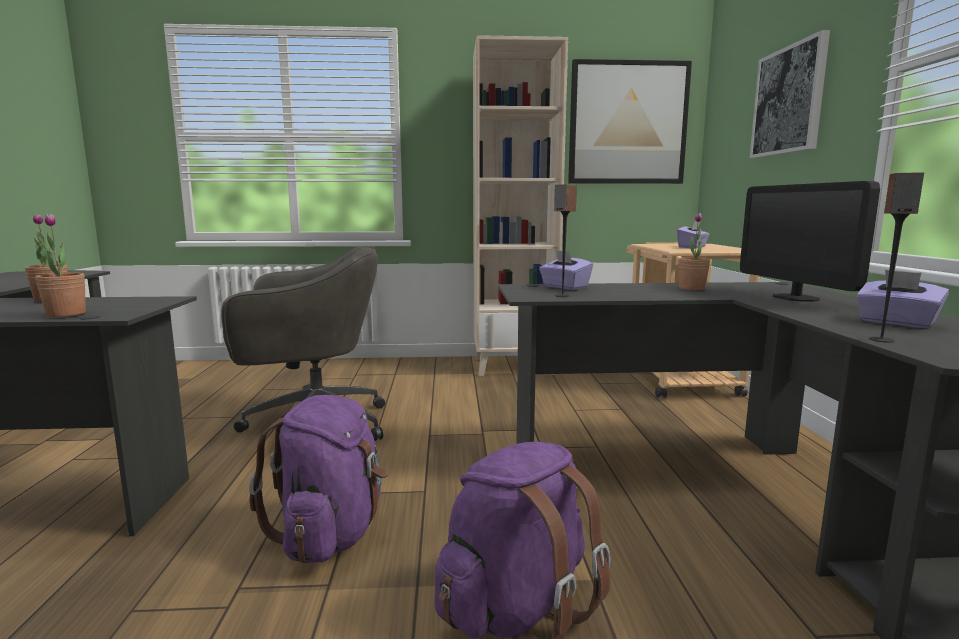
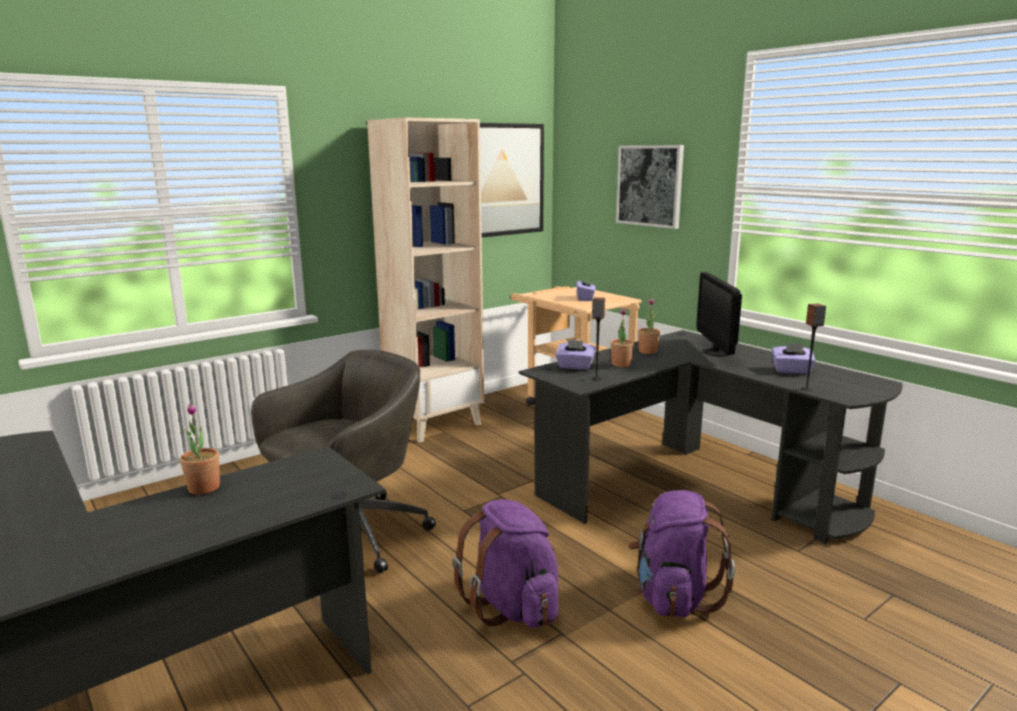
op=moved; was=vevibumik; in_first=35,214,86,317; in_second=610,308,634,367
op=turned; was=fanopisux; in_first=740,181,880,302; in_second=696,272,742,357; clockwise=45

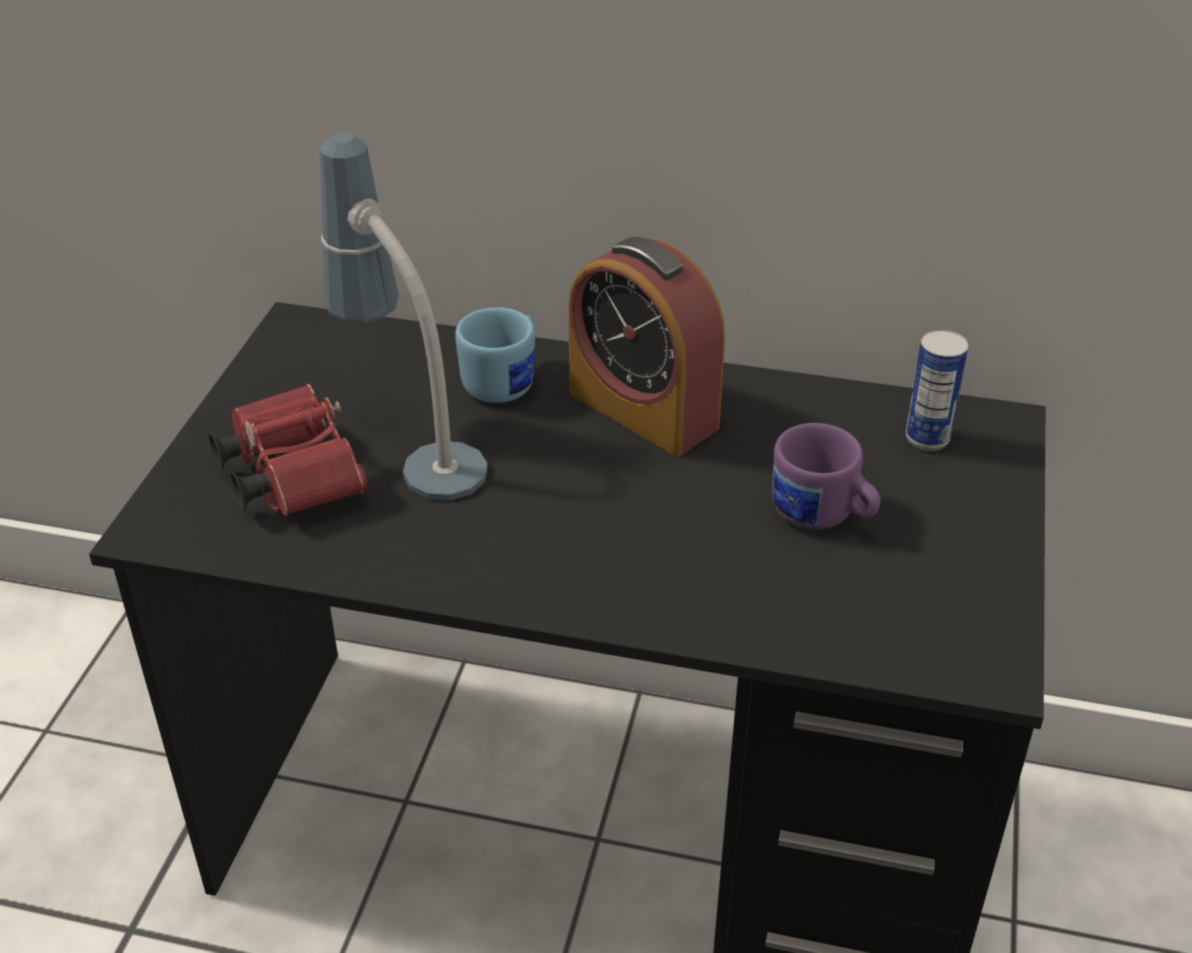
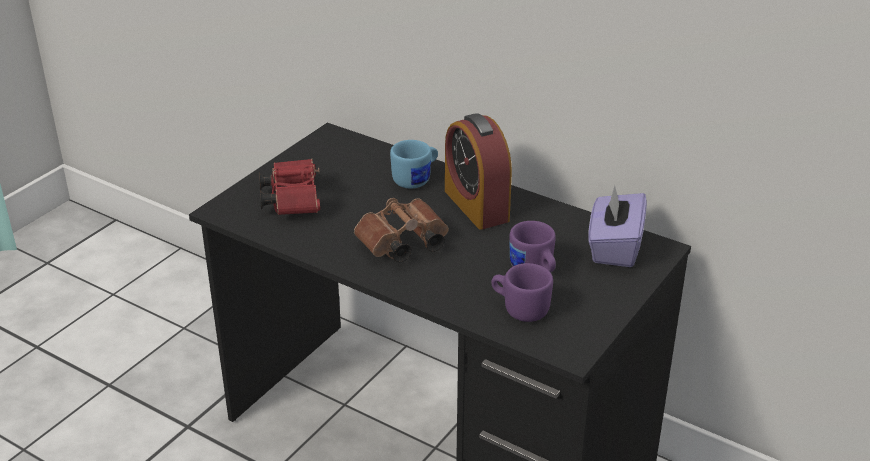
op=added; now=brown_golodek; in_second=354,198,449,262
op=added; now=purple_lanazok; in_second=491,263,553,322
op=replaced; was=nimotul; now=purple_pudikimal; in_first=905,330,968,451; in_second=588,185,647,267
op=removed; was=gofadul; in_first=320,133,488,500

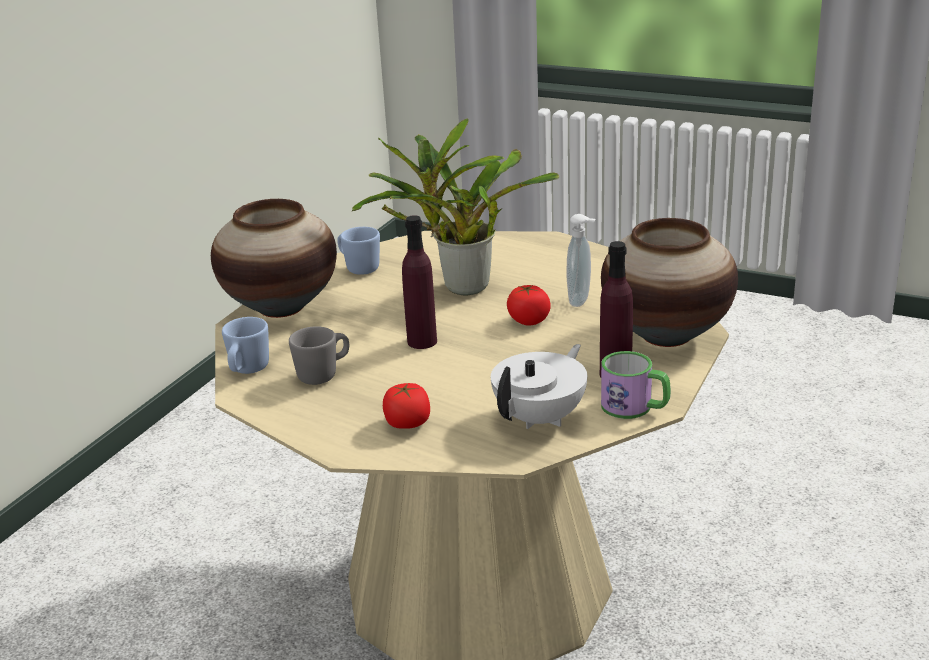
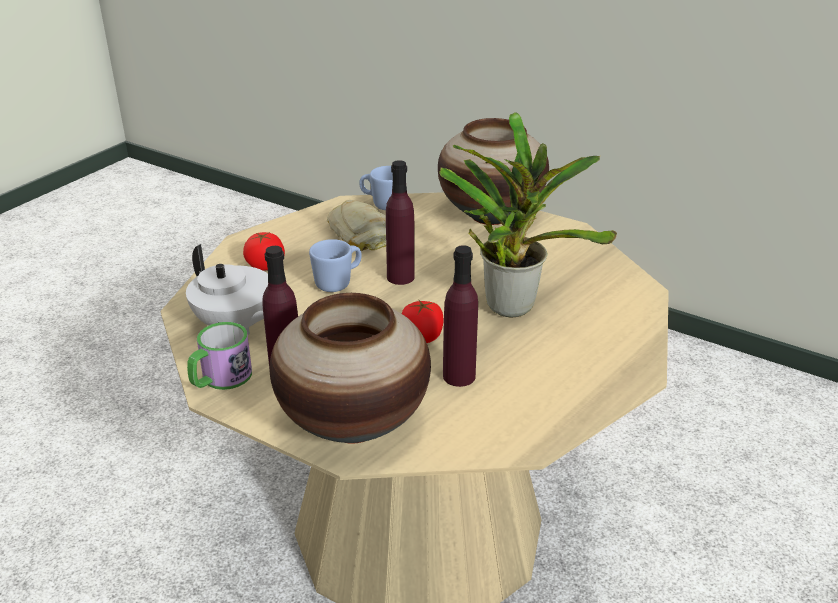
op=moved; was=blue_lanazok; in_first=337,227,380,275; in_second=309,239,362,292
op=replaced; was=grey_lanazok; now=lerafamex; in_first=289,326,349,385; in_second=327,200,386,251
op=replaced; was=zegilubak; now=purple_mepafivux; in_first=567,214,596,307; in_second=443,245,478,387

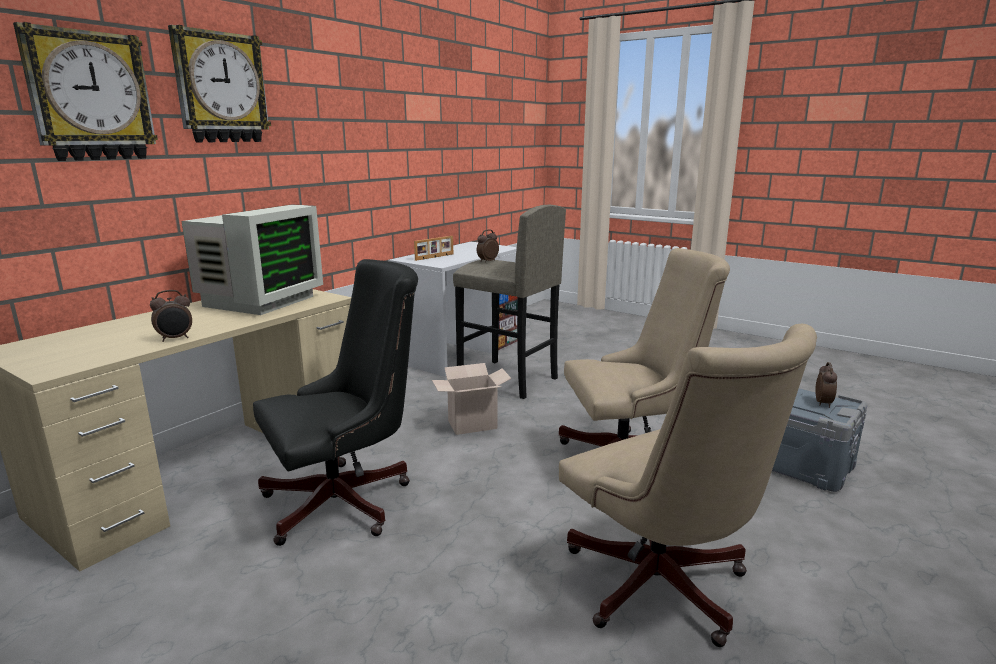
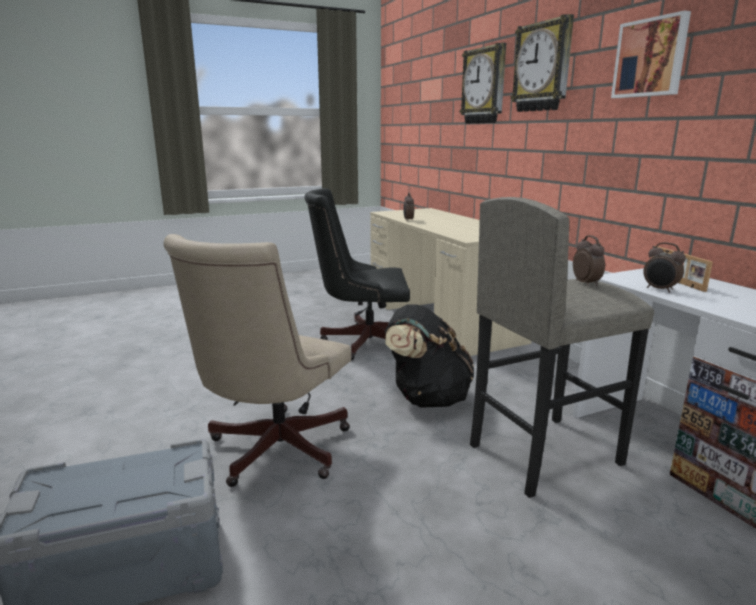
op=turned; was=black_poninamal; in_first=253,259,418,546; in_second=304,188,410,360; clockwise=90
op=replaced; was=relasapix; now=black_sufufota; in_first=432,363,512,435; in_second=385,304,474,408
op=added; now=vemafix; in_second=611,10,691,98
op=moved; was=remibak; in_first=815,362,837,408; in_second=643,242,686,293
op=removed; was=fanopisux; in_first=181,205,323,315
op=removed; was=beige_poninamal; in_first=559,324,817,647

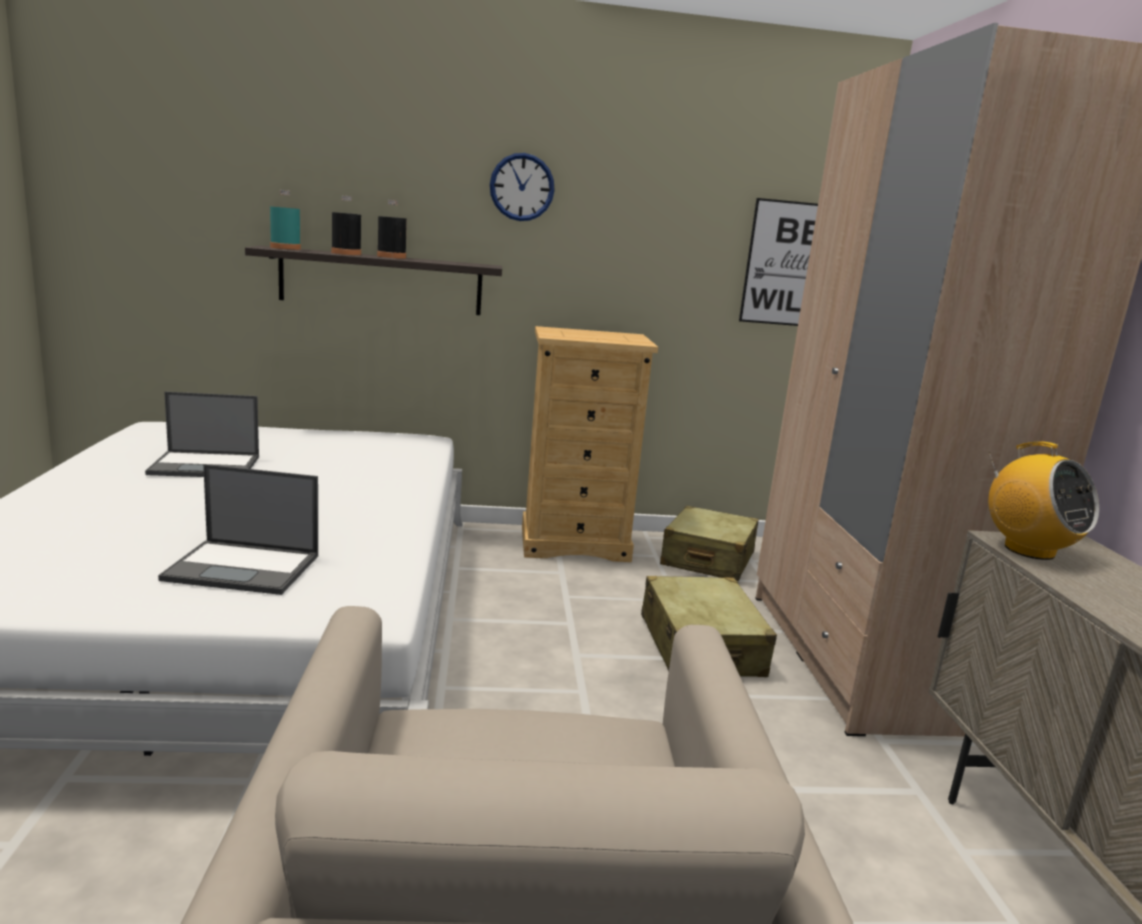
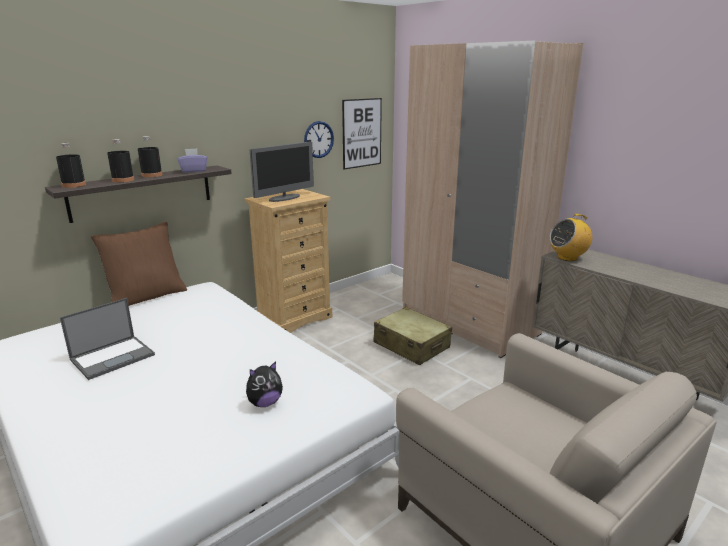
op=recoloured; was=turquoise_mepafivux; now=black_mepafivux; in_first=270,190,301,250; in_second=56,143,86,188
op=added; now=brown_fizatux; in_second=91,222,187,306
op=added; now=purple_pudikimal; in_second=177,148,207,173
op=replaced; was=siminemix; now=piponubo; in_first=158,464,318,595; in_second=246,361,283,407
op=added; now=fanopisux; in_second=250,142,314,202
op=moved; was=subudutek; in_first=490,153,555,221; in_second=304,121,334,158
op=turned; was=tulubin; in_first=988,441,1099,560; in_second=550,214,592,261; clockwise=135
op=removed; was=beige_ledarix; in_first=660,506,759,581

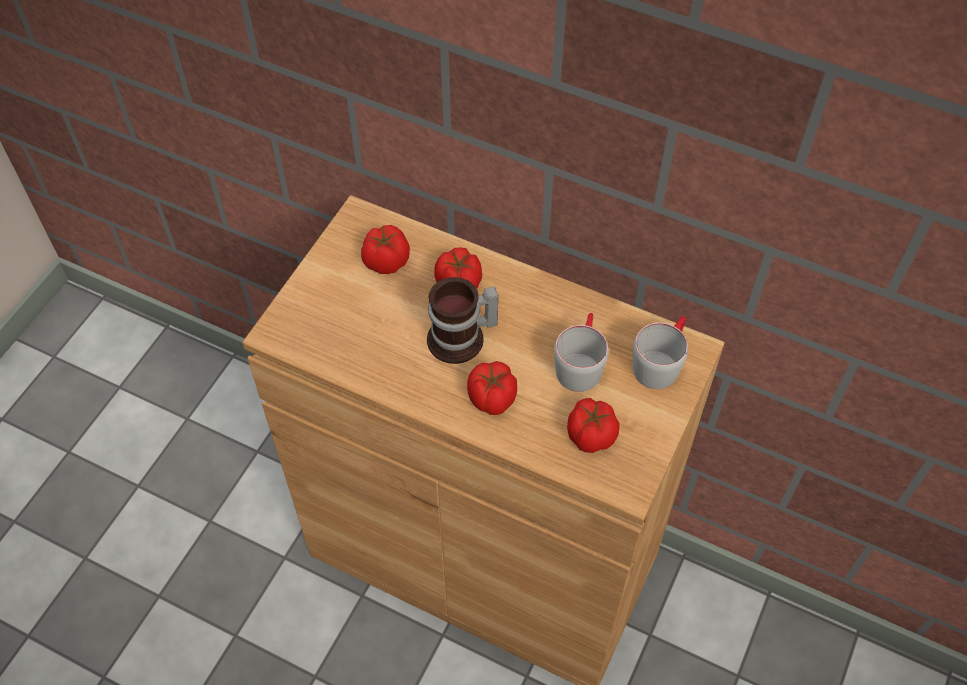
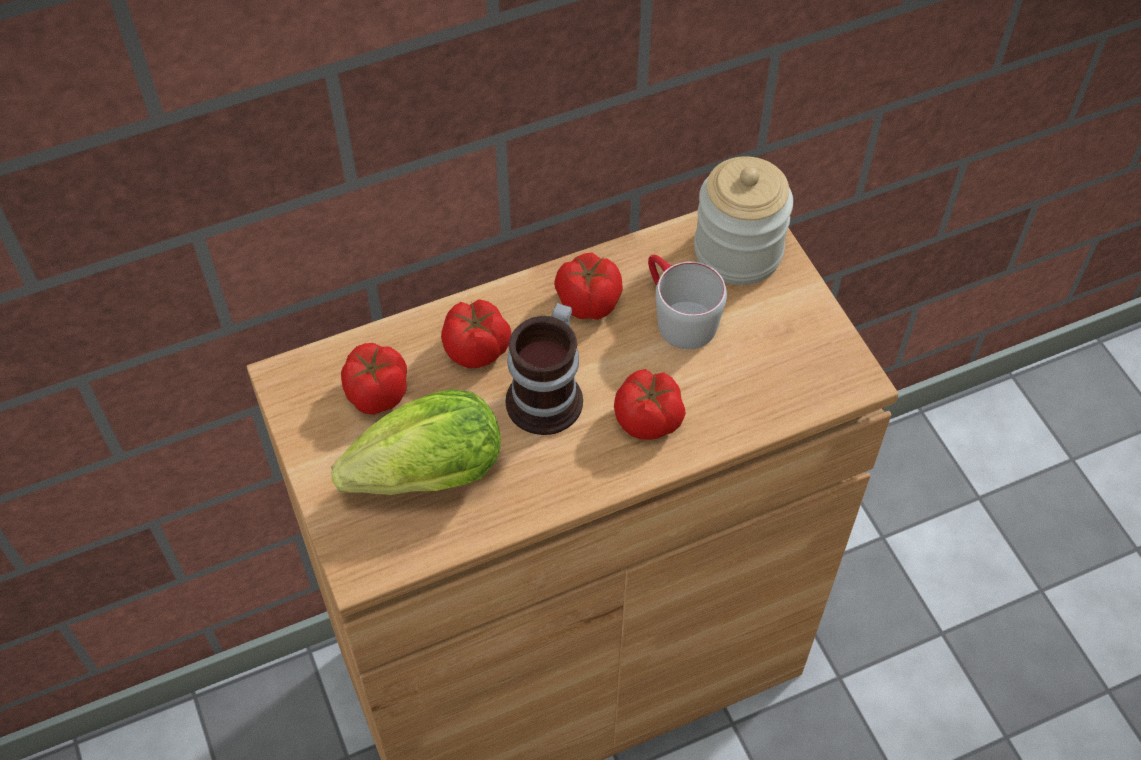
op=added; now=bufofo; in_second=331,389,501,495
op=moved; was=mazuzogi; in_first=567,398,619,453; in_second=554,252,623,320
op=replaced; was=grey_lanazok; now=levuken; in_first=633,316,688,389; in_second=694,156,793,285

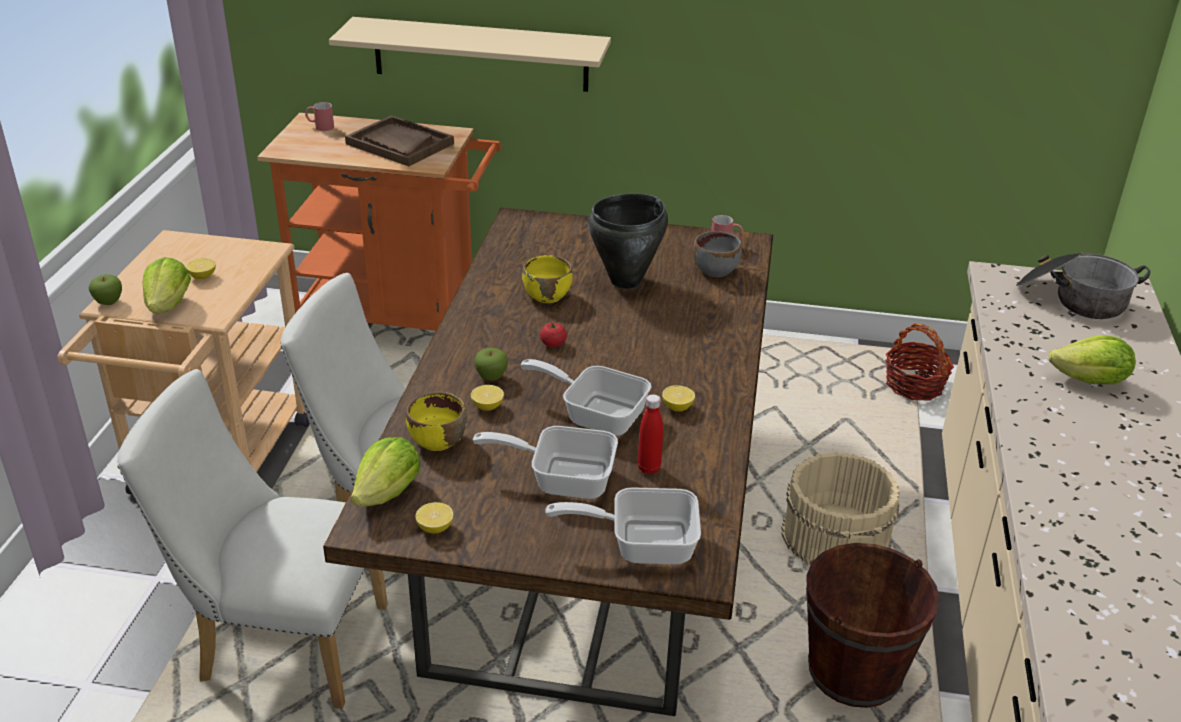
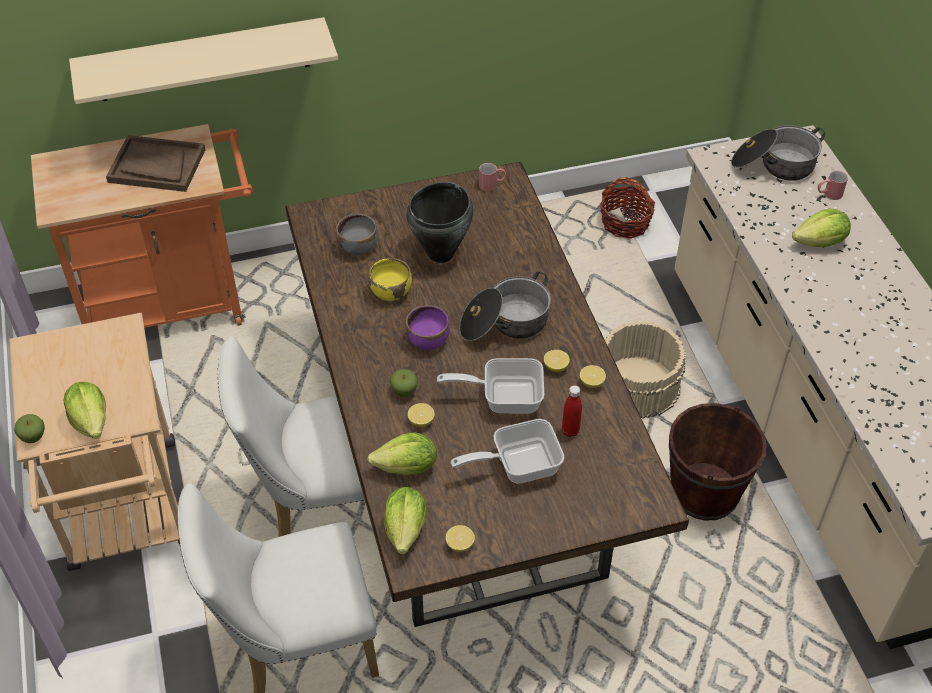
op=moved; was=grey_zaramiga; in_first=694,231,742,277; in_second=336,213,378,256
op=replaced; was=yellow_zaramiga; now=bufofo; in_first=406,392,467,451; in_second=367,432,437,475
op=replaced; was=mazuzogi; now=purple_zaramiga; in_first=540,322,567,347; in_second=405,305,450,350
op=added; now=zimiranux; in_second=459,272,551,341
op=moved; was=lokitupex; in_first=186,258,216,279; in_second=580,365,606,388
op=moved; was=red_lanazok; in_first=305,102,334,131; in_second=818,171,848,200
op=removed; was=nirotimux; in_first=545,487,701,564

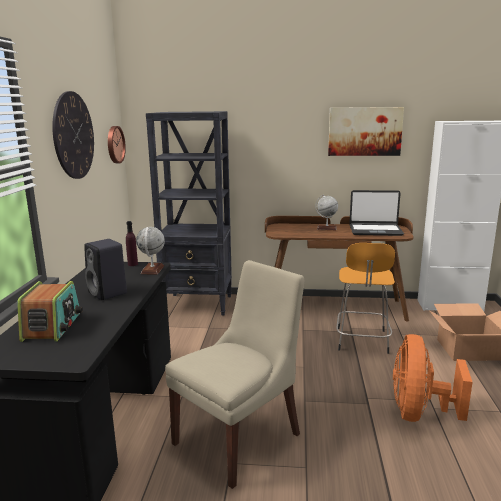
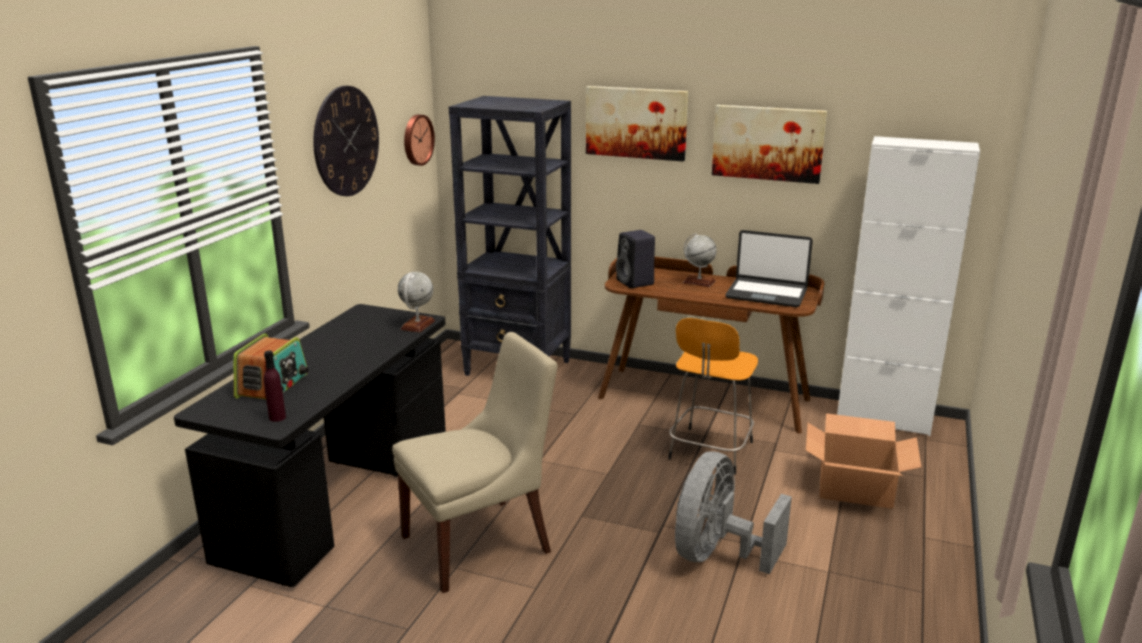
op=moved; was=purple_mepafivux; in_first=126,221,138,266; in_second=264,350,286,422
op=added; now=vemafix; in_second=586,86,688,161
op=moved; was=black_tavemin; in_first=84,239,127,300; in_second=616,230,655,288
op=recoloured; was=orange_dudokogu; now=grey_dudokogu; in_first=393,334,473,422; in_second=675,452,792,574

